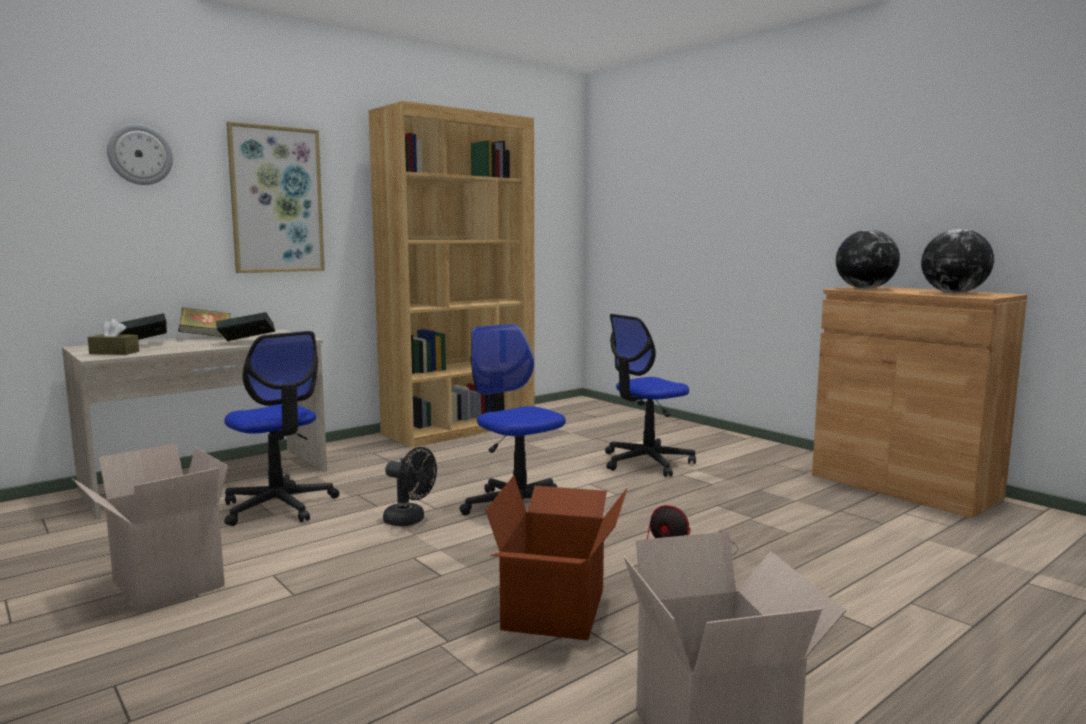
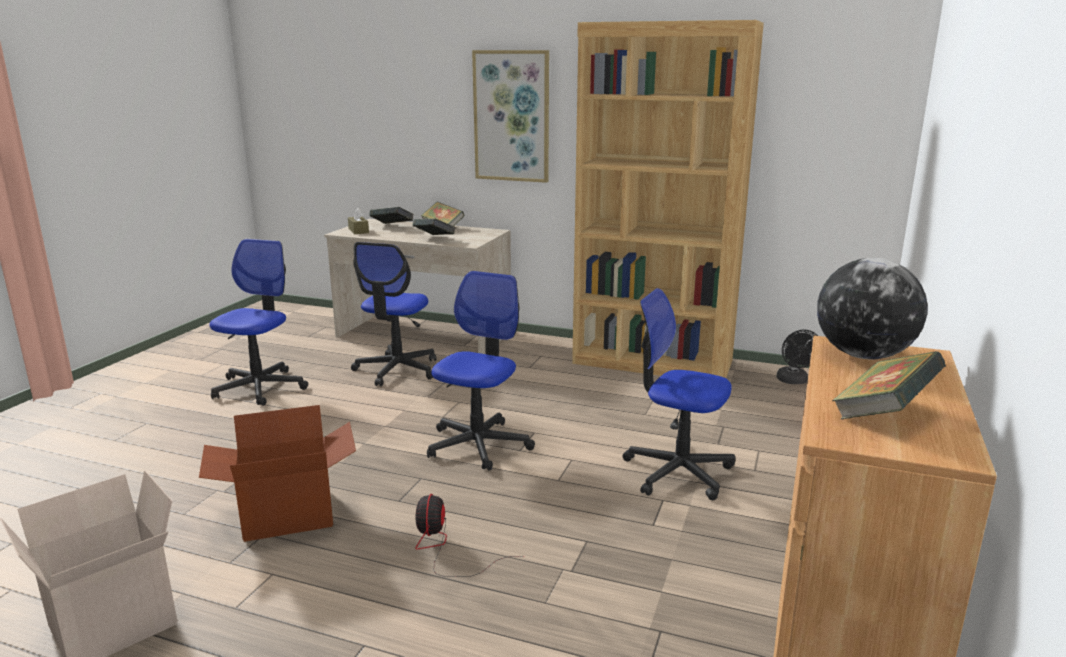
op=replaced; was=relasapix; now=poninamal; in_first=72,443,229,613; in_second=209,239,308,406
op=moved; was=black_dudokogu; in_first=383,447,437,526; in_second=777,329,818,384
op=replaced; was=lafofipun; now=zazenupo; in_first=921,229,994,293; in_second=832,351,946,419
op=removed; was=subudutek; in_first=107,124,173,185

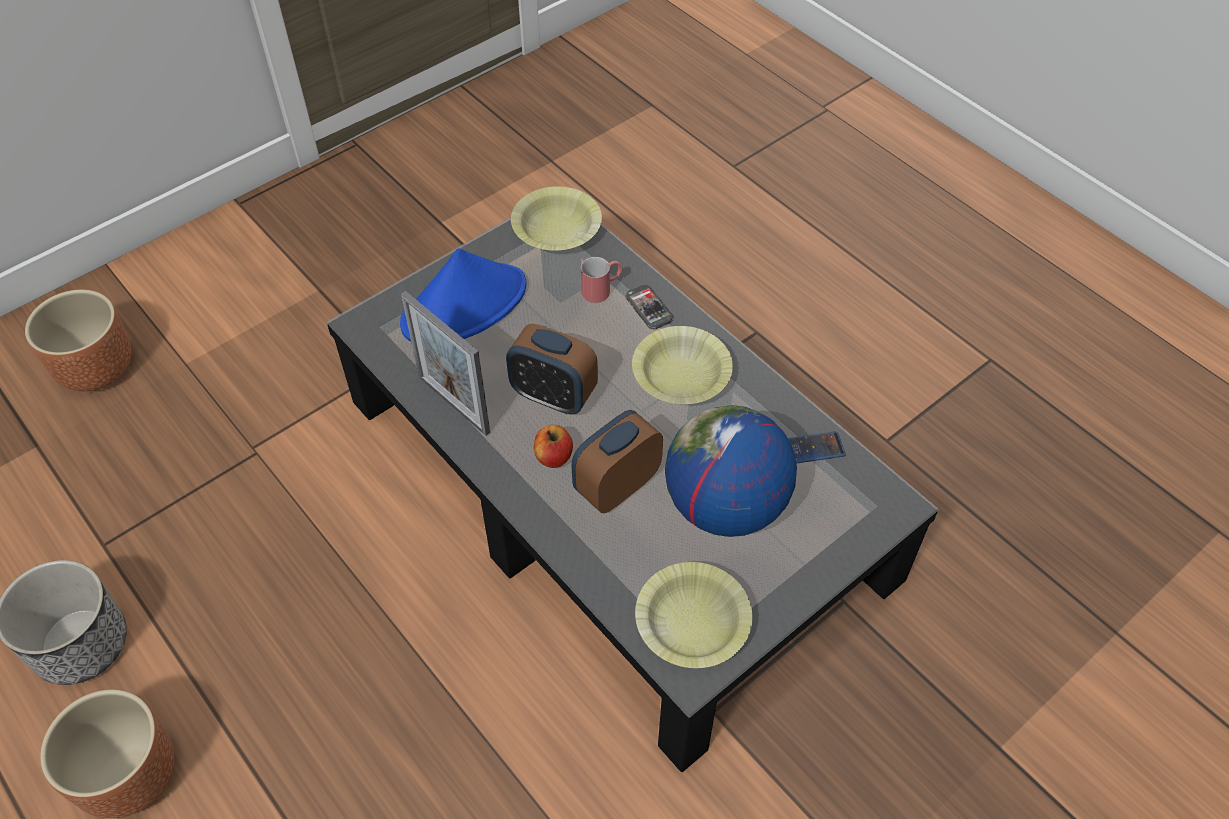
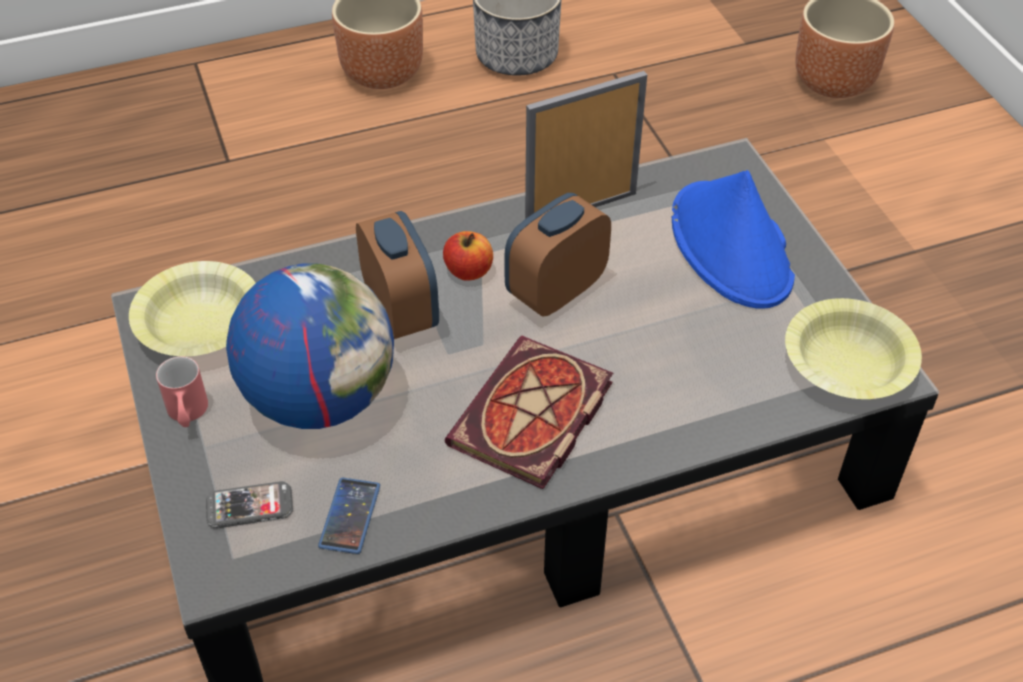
op=moved; was=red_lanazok; in_first=581,257,623,303; in_second=156,356,208,427
op=moved; was=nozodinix; in_first=625,285,673,329; in_second=206,481,293,529
op=replaced; was=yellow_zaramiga; now=zazenupo; in_first=632,326,733,404; in_second=445,336,613,489

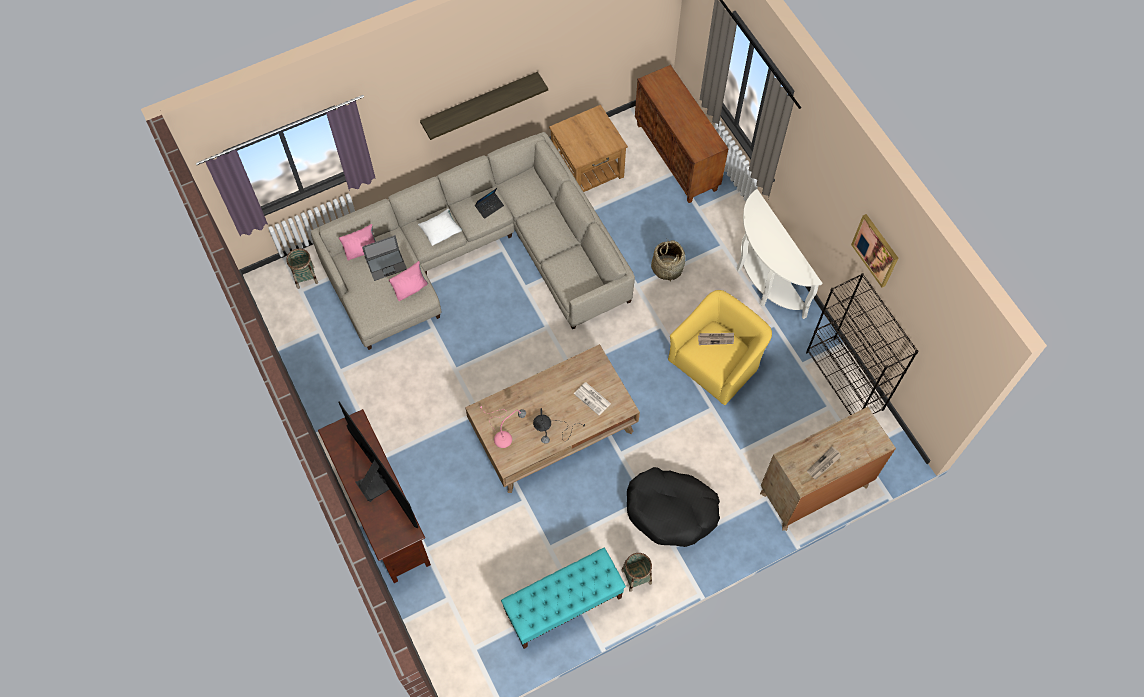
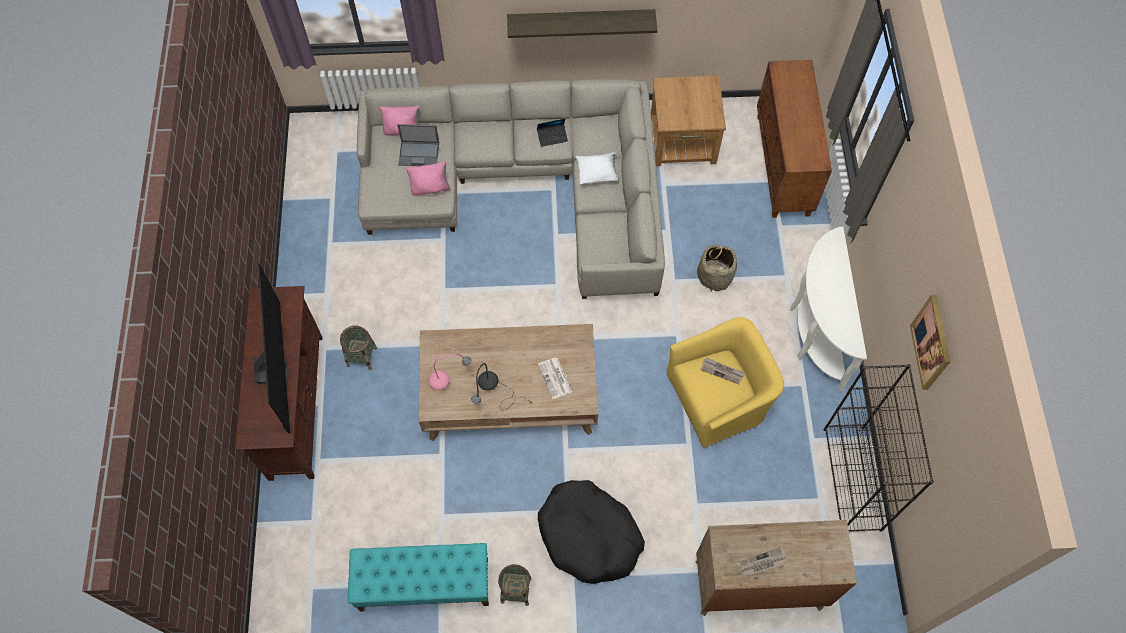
op=moved; was=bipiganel; in_first=286,248,318,289; in_second=340,326,377,370
op=moved; was=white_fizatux; in_first=418,209,462,246; in_second=576,152,619,184

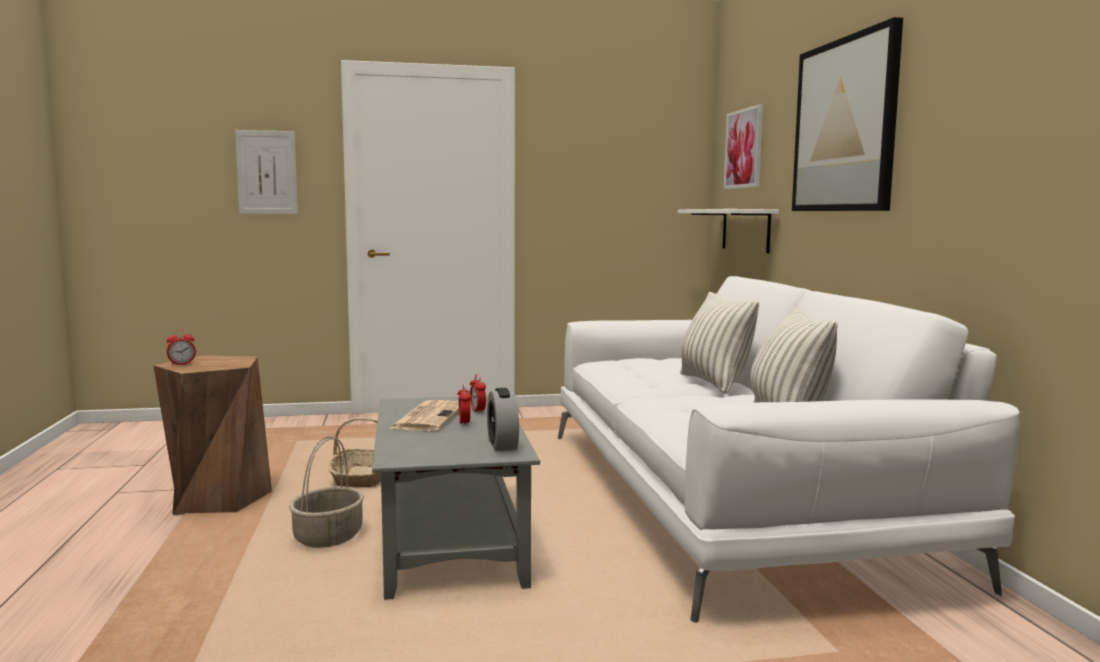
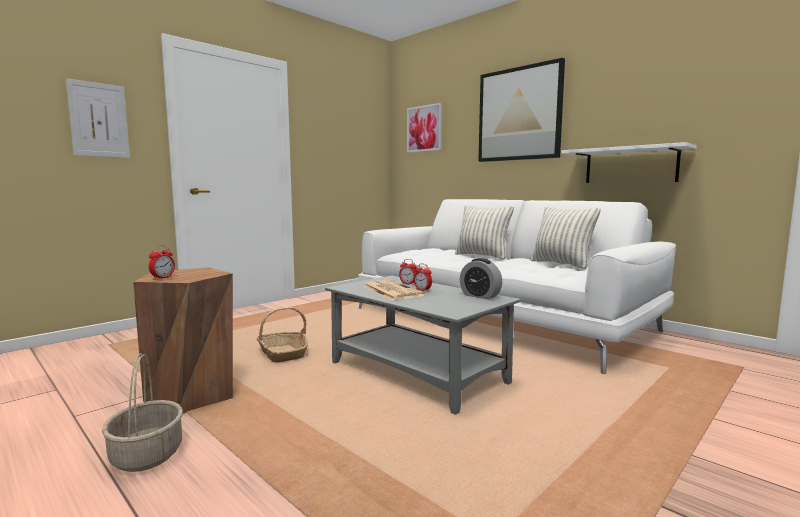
op=moved; was=bipiganel; in_first=289,436,364,548; in_second=102,353,183,472
op=moved; was=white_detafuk; in_first=678,209,779,253; in_second=561,142,697,183

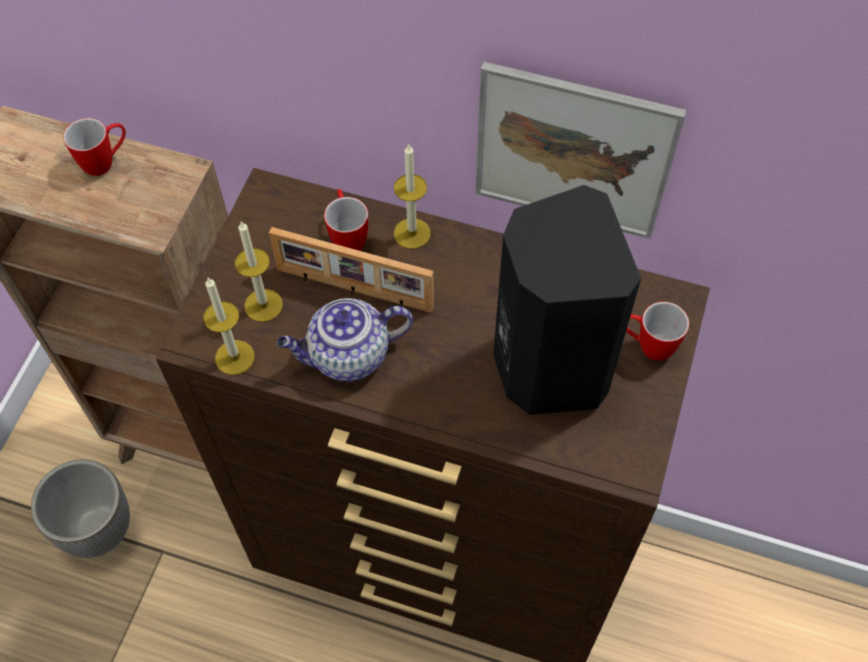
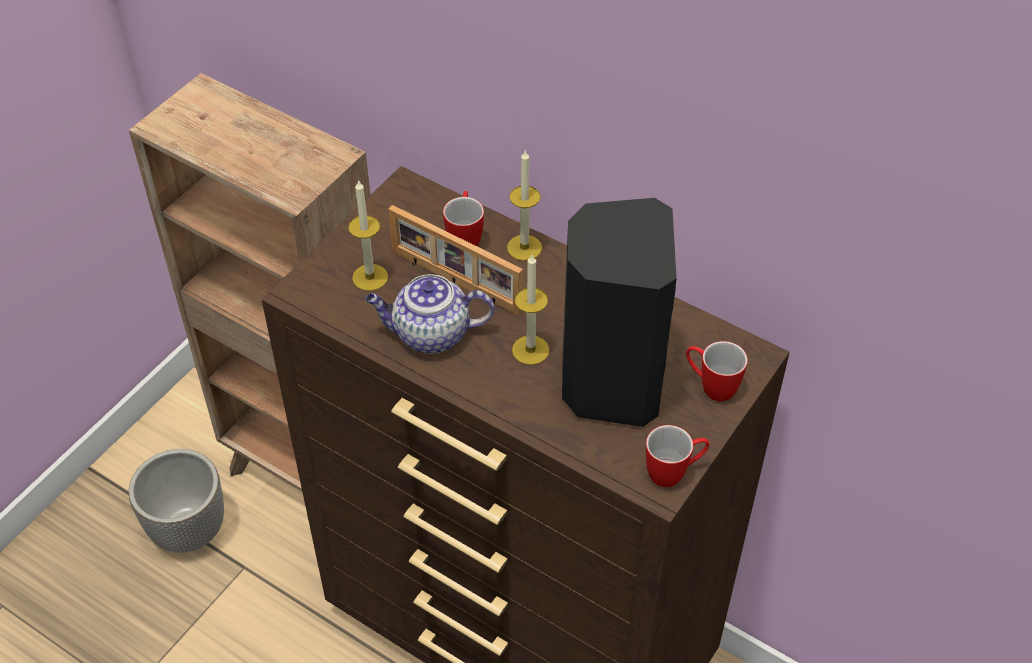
op=moved; was=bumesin; in_first=203,278,255,375; in_second=512,255,550,365
op=moved; was=lanazok; in_first=63,118,126,176; in_second=646,425,709,487
op=removed; was=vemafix; in_first=475,62,687,239

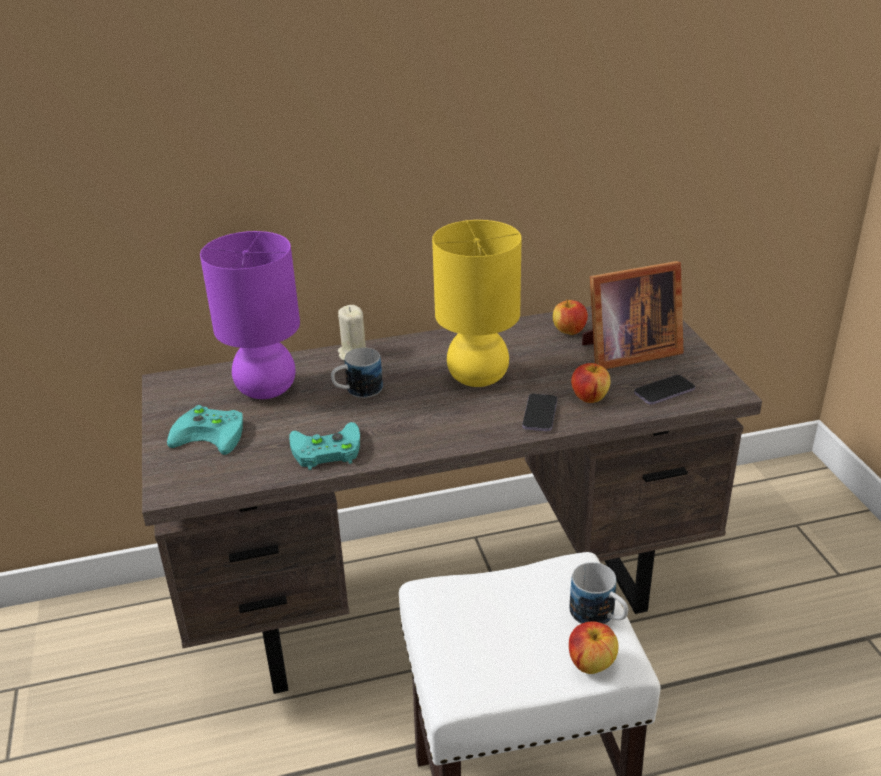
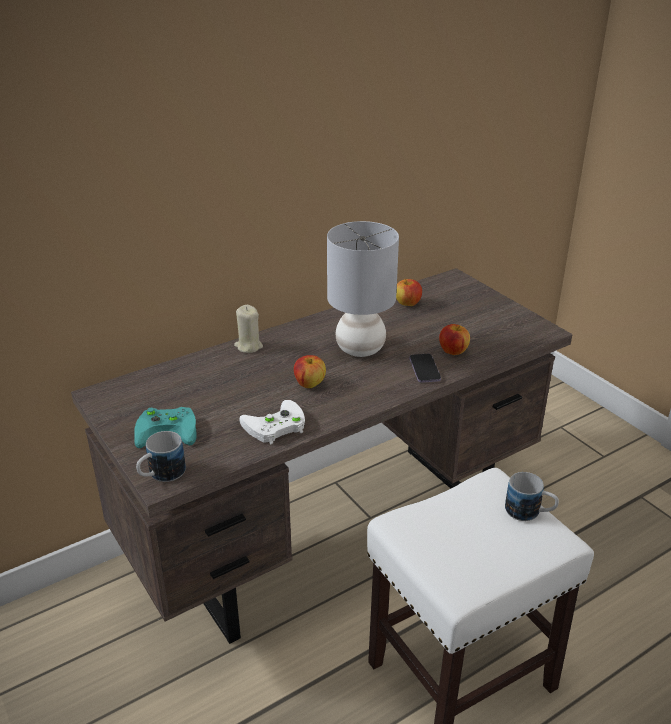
op=moved; was=lanazok; in_first=331,348,383,398; in_second=136,431,186,482
op=recoloured; was=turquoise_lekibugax; now=white_lekibugax; in_first=289,422,360,470; in_second=240,400,305,445
op=moved; was=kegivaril; in_first=569,621,618,674; in_second=294,355,326,388
op=recoloured; was=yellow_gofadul; now=grey_gofadul; in_first=432,220,522,387; in_second=327,221,399,357
op=removed; was=purple_gofadul; in_first=200,231,300,399
op=removed; was=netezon; in_first=582,261,684,369
op=removed; was=nozodinix; in_first=634,375,695,405

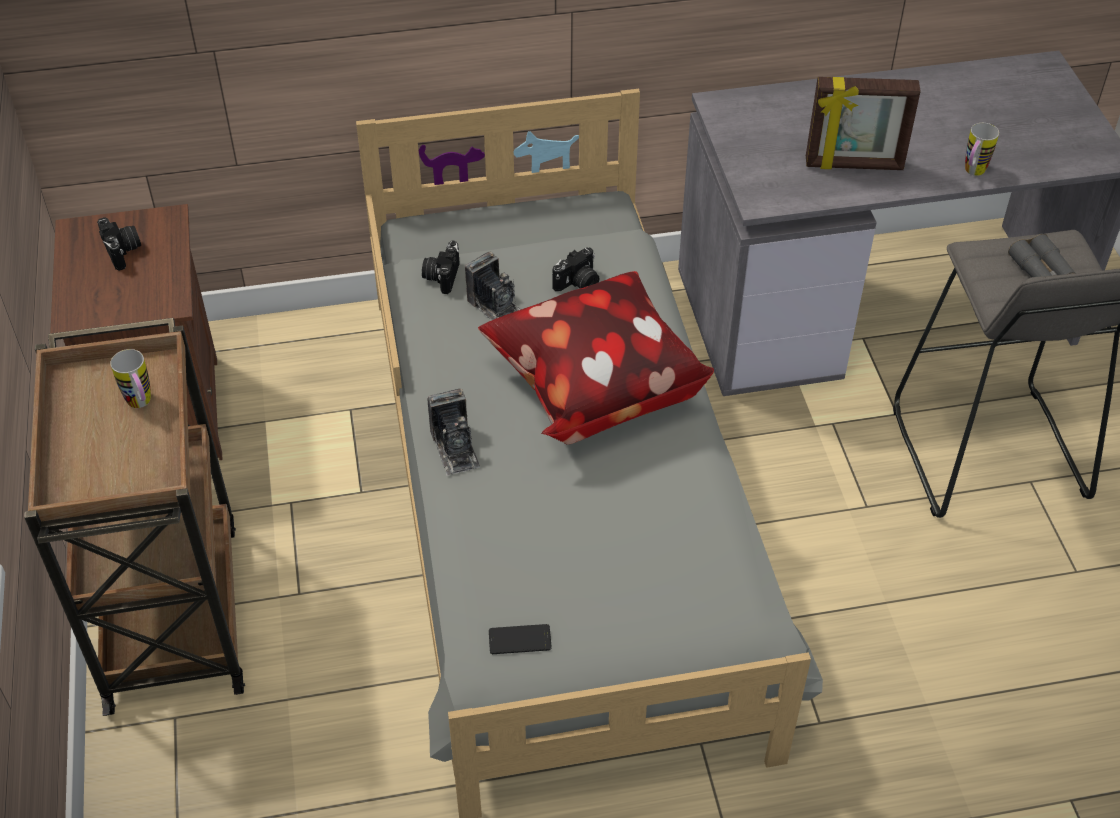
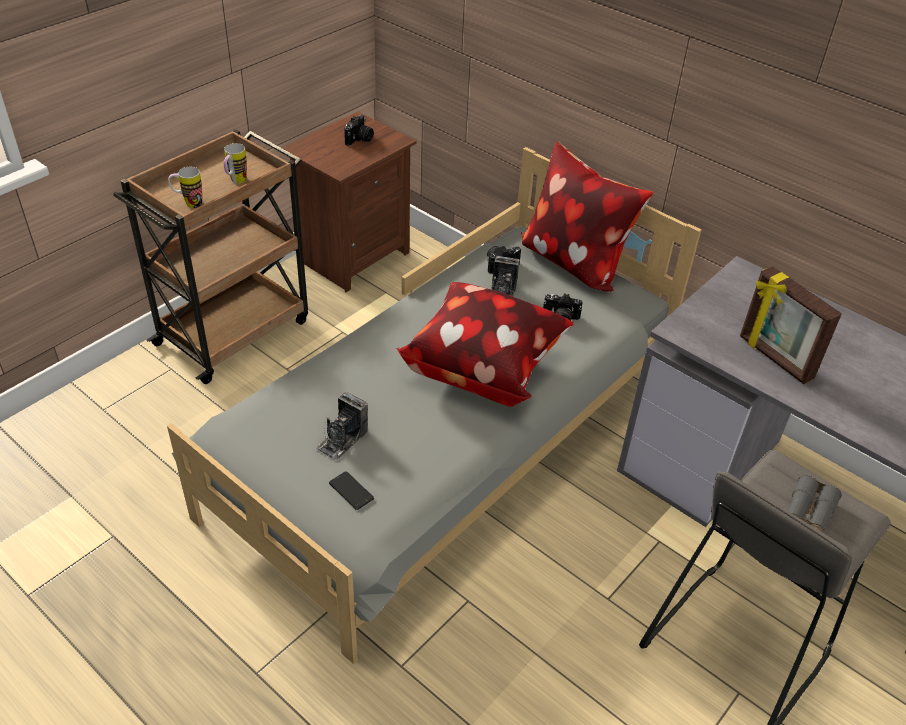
op=moved; was=lanazok; in_first=965,123,999,176; in_second=168,167,202,208
op=moved; was=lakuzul; in_first=427,389,480,476; in_second=315,392,368,461
op=moved; was=nozodinix; in_first=489,624,552,654; in_second=329,471,374,510
op=added; now=fizatux; in_second=521,141,653,292

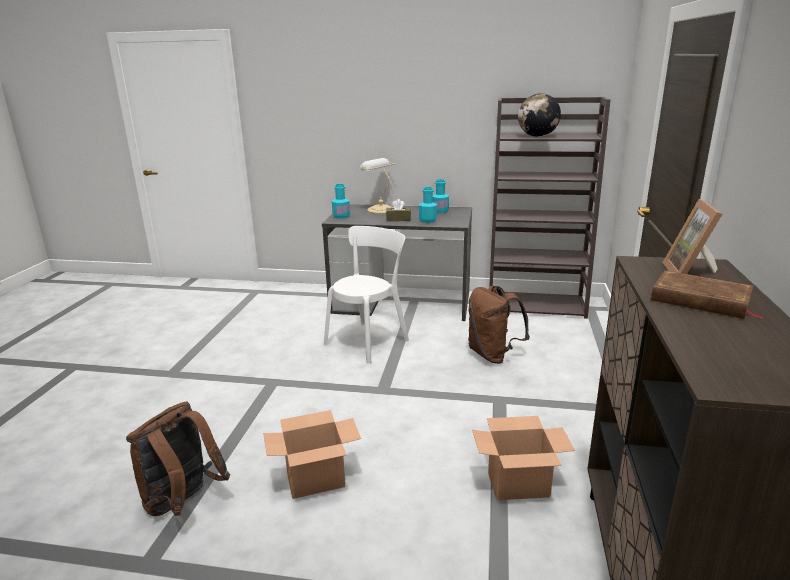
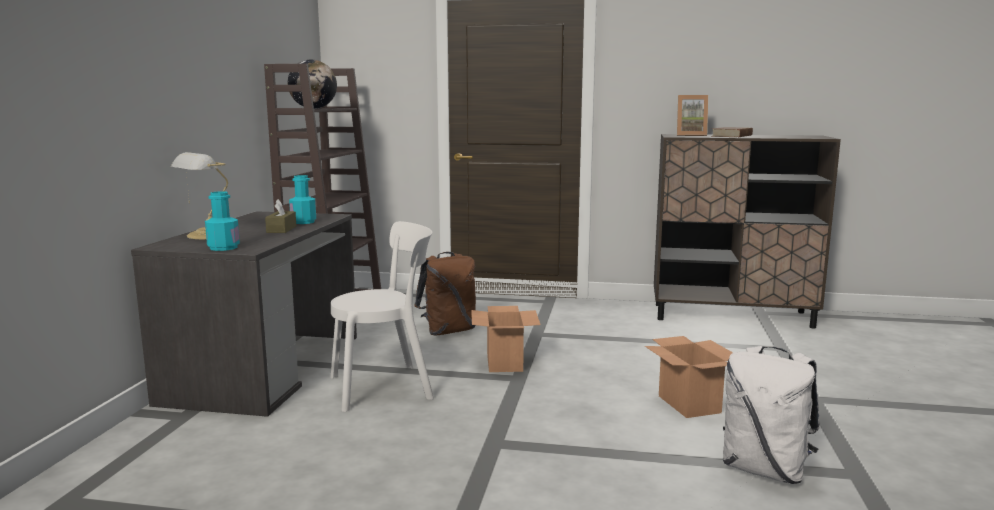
op=turned; was=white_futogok; in_first=324,226,409,363; in_second=330,221,434,412; clockwise=120
op=moved; was=relasapix; in_first=472,416,575,500; in_second=471,306,541,372
op=recoloured; was=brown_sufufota; now=white_sufufota; in_first=126,401,230,516; in_second=723,346,820,484
op=removed; was=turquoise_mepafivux; in_first=433,179,449,213

